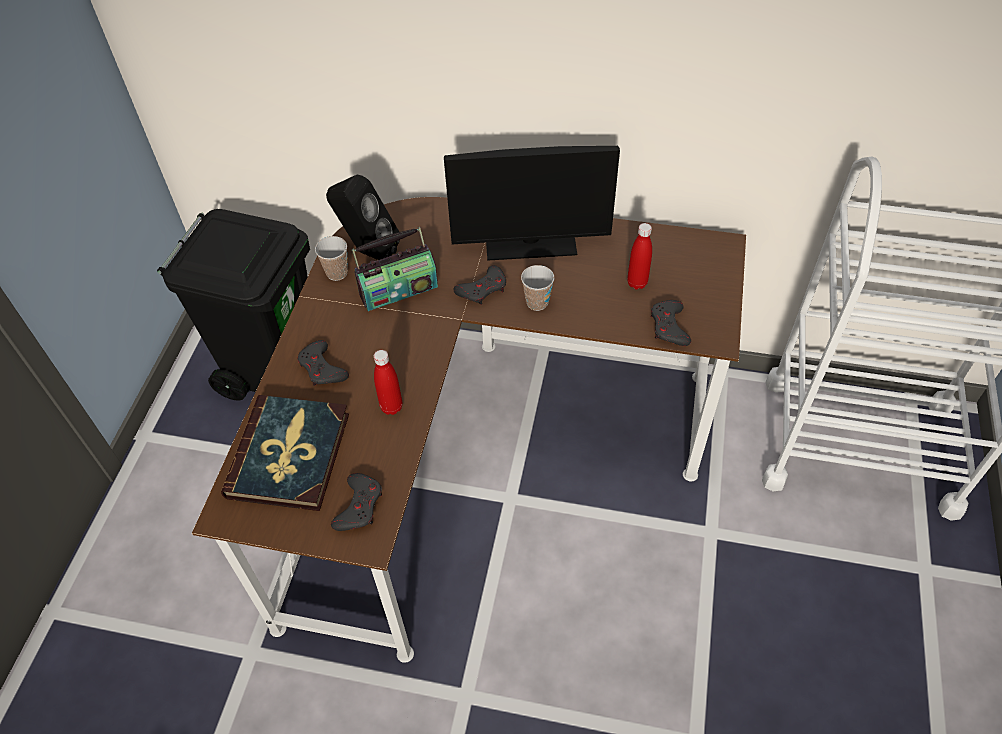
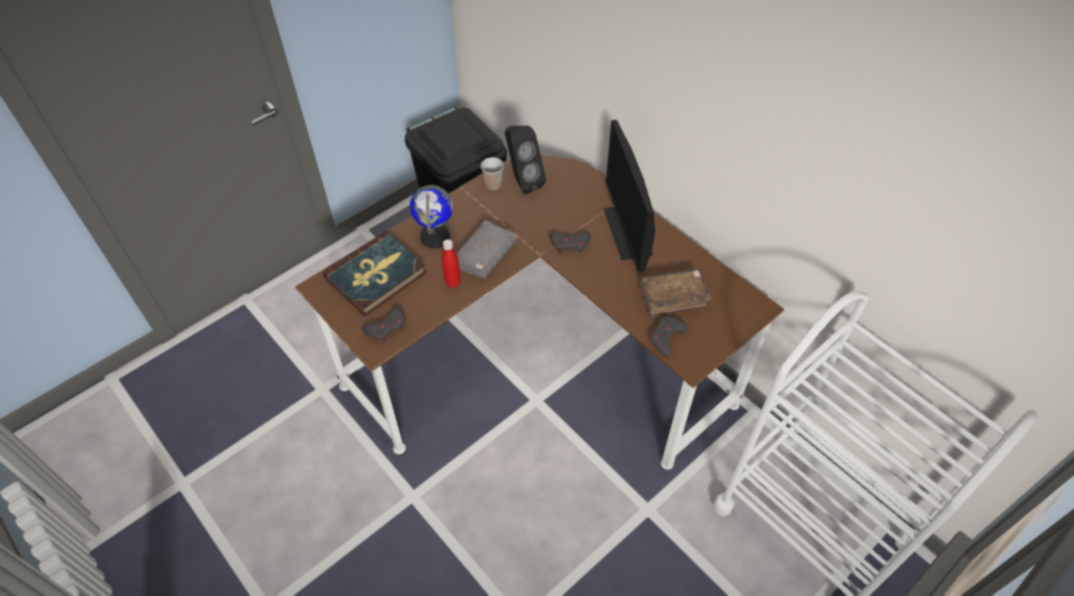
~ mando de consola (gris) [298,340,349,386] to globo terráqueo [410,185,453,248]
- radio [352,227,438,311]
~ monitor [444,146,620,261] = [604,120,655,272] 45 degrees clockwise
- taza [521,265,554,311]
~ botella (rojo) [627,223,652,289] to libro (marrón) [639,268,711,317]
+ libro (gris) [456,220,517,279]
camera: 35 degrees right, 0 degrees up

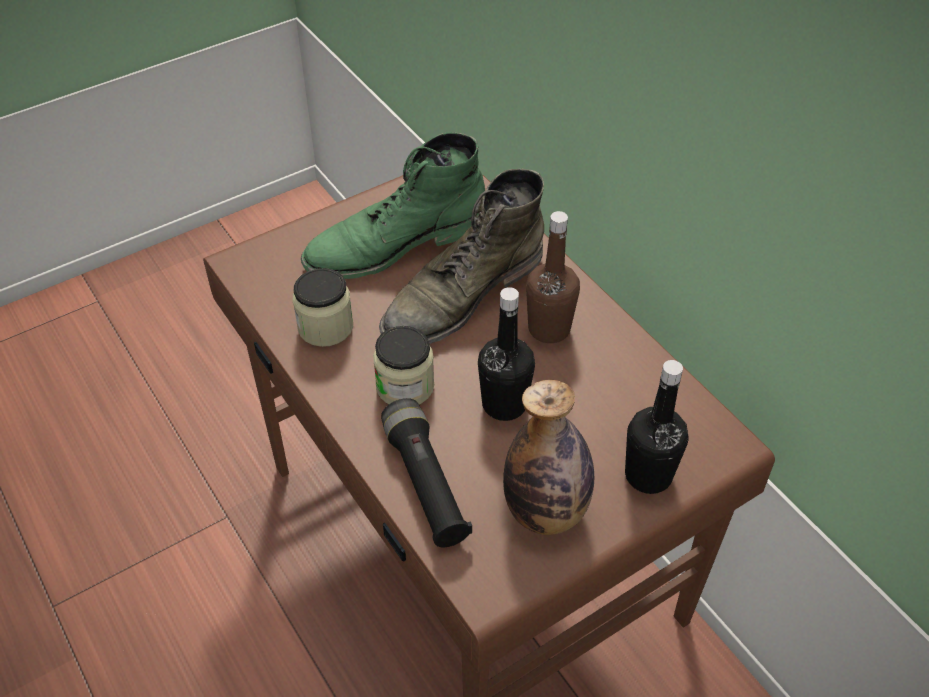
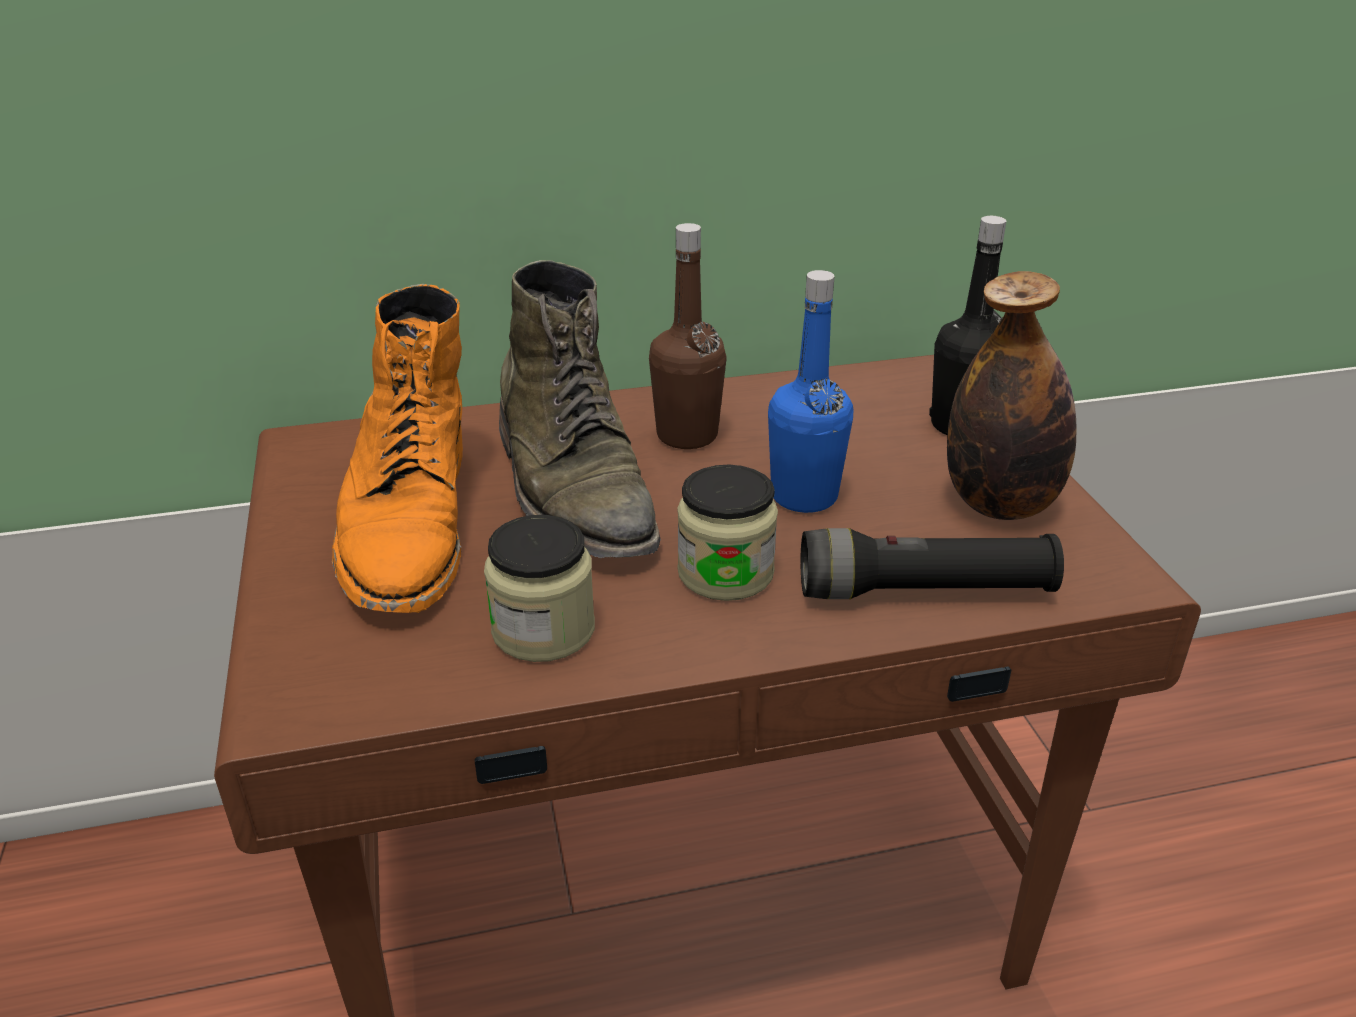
~ bota (verde) [301,132,485,279] to bota (naranja) [332,284,463,613]
~ botella (negro) [478,287,535,421] to botella (azul) [768,270,853,513]
camera: 70 degrees left, 15 degrees down

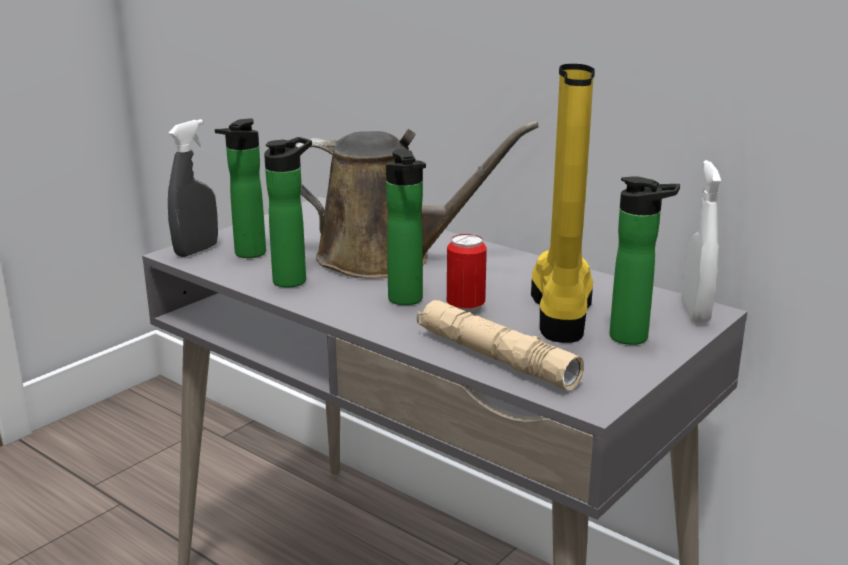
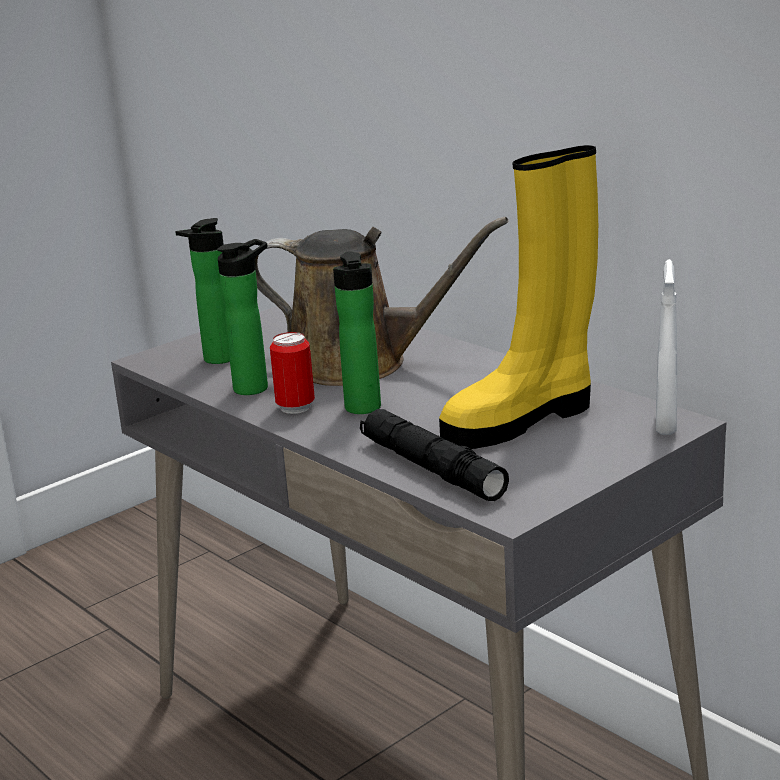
- pulverizador (gris) [168,119,218,257]
~ linterna (beis) [416,300,584,390] to linterna (negro) [360,409,509,501]
~ lata [447,234,487,314] to [270,332,315,414]
~ bota (amarillo) [531,64,595,343] = [439,145,598,449] 135 degrees counterclockwise
- botella [610,176,680,345]
camera: 10 degrees right, 0 degrees up

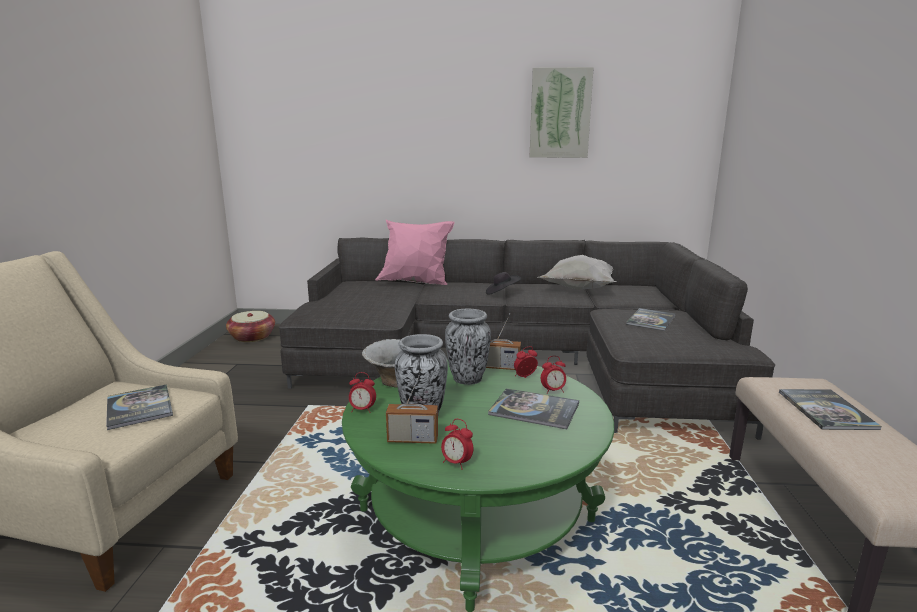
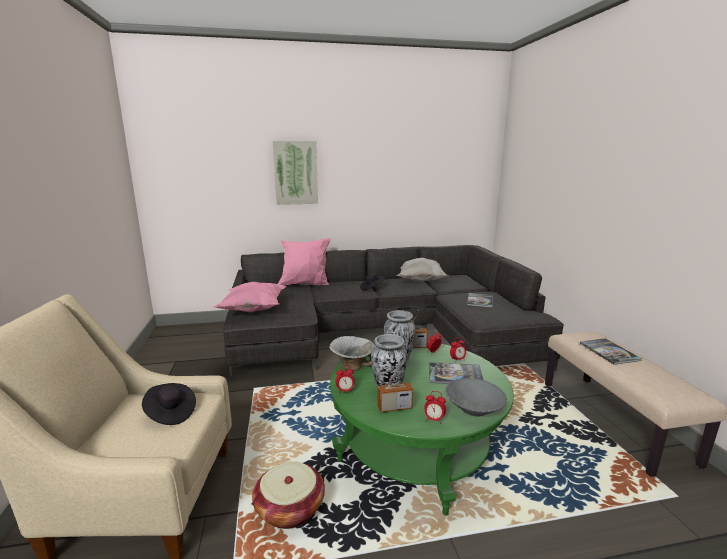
~ libro [106,384,173,430] to sombrero (negro) [142,383,196,425]
~ cesta [226,311,275,342] to [252,461,325,529]
~ cuadro [530,67,594,158] to [273,141,318,205]
+ cojín (rosa) [212,282,287,312]
+ cuenco (gris) [445,378,507,417]
camera: 15 degrees left, 0 degrees up

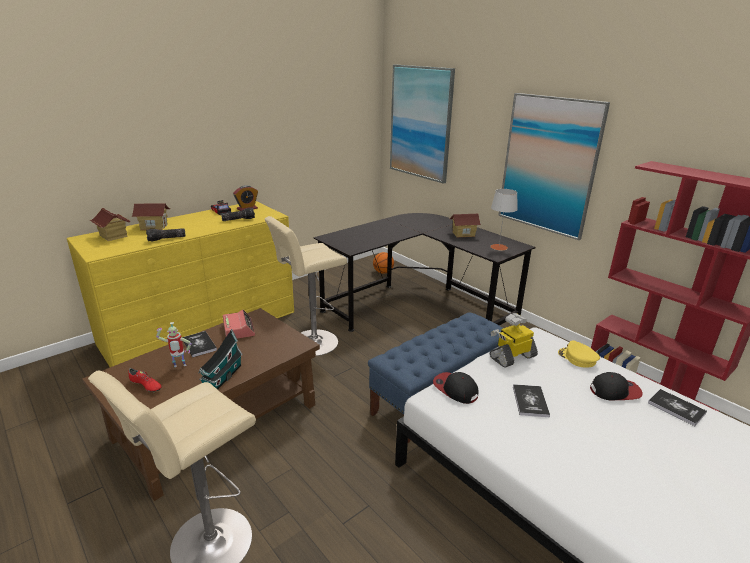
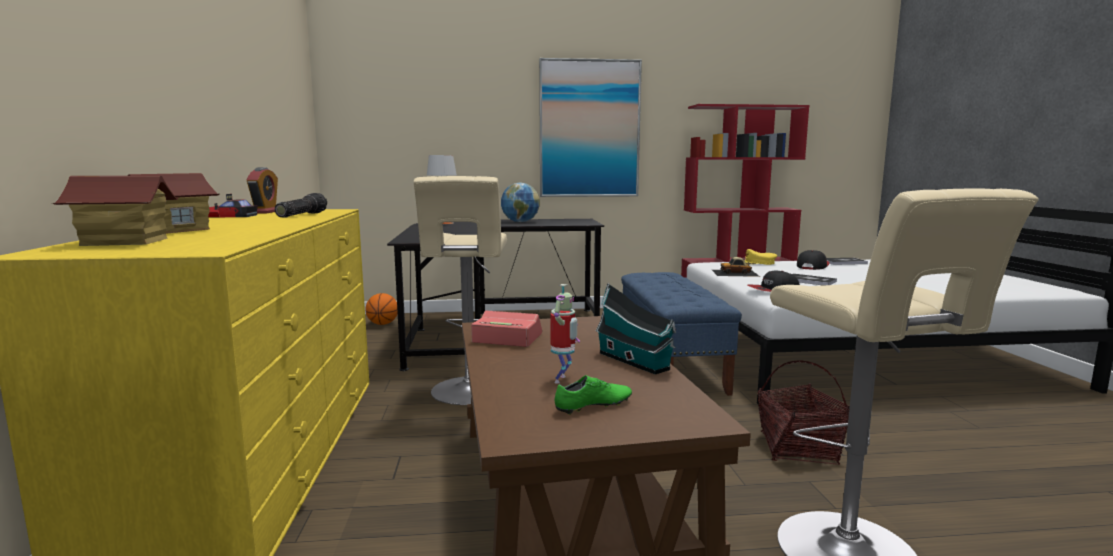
~ zapato (rojo) [128,368,162,392] to zapato (verde) [555,375,632,415]
- linterna [146,228,185,241]
- libro [182,331,217,358]
- cuadro [390,65,455,184]
~ casita [449,214,481,237] to globo terráqueo [501,182,540,222]
~ robot de juguete [489,313,538,367] to coche de juguete [712,257,760,277]
~ lámpara de mesa (gris) [490,189,518,251] to [427,155,457,224]
+ cesta [758,360,849,465]
camera: 55 degrees left, 15 degrees down

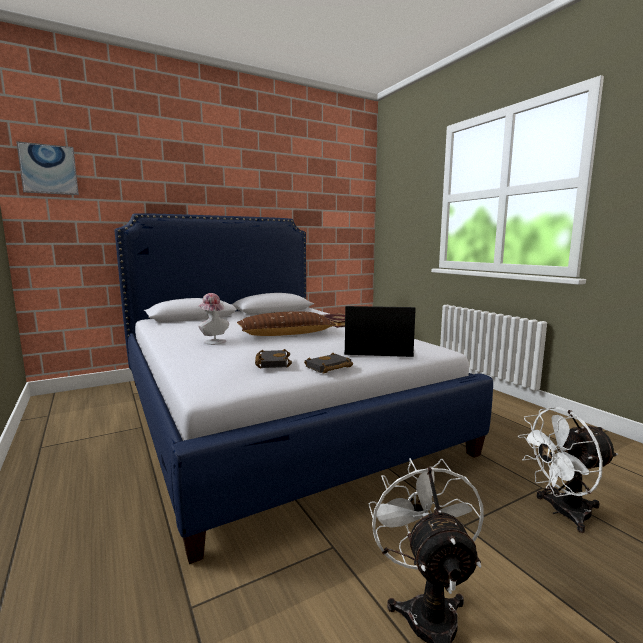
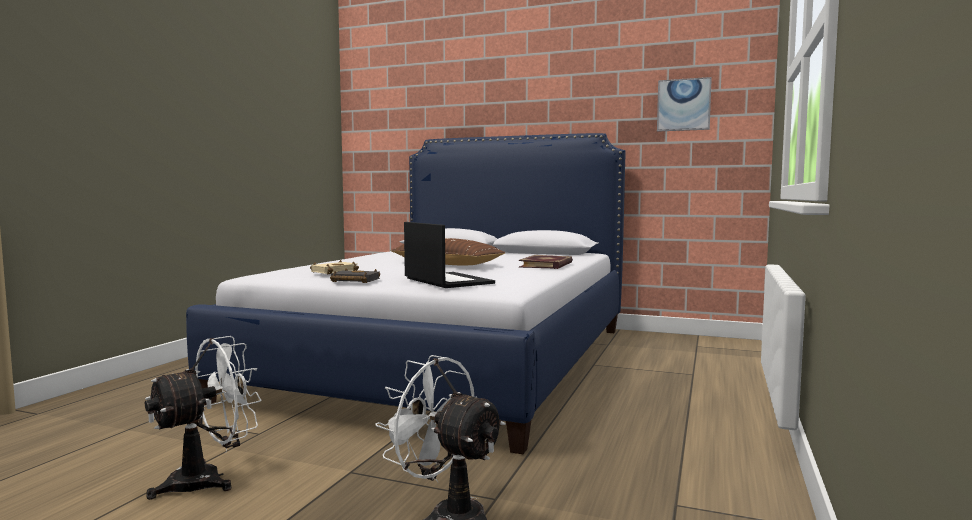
~ cuadro [16,141,79,195] to [657,77,712,132]
- sombrero [198,293,229,345]
~ libro (negro) [255,349,292,368] to libro (beis) [310,260,359,274]
camera: 50 degrees right, 5 degrees down

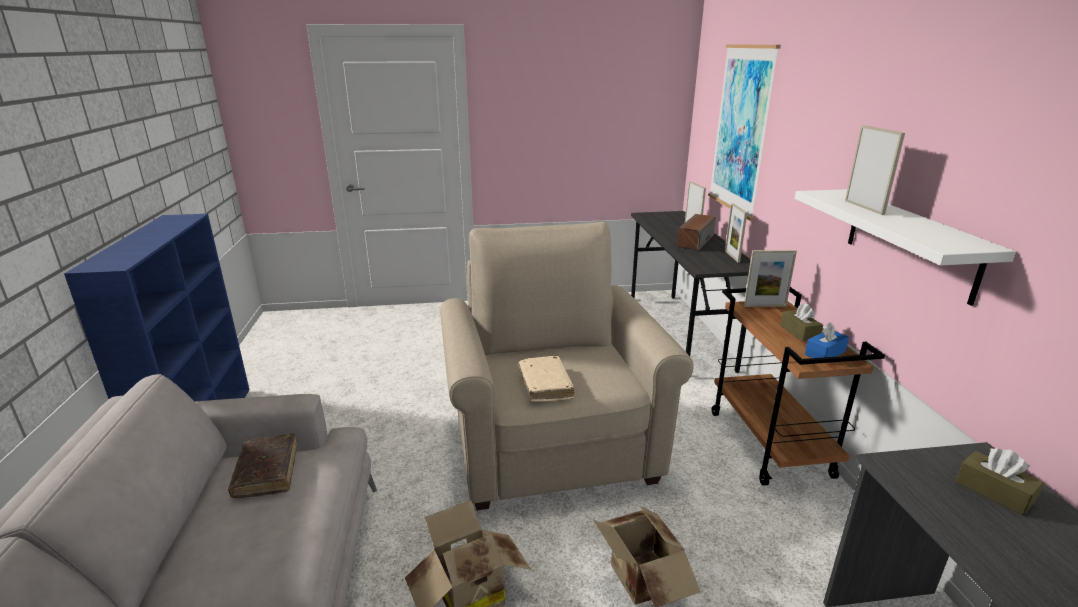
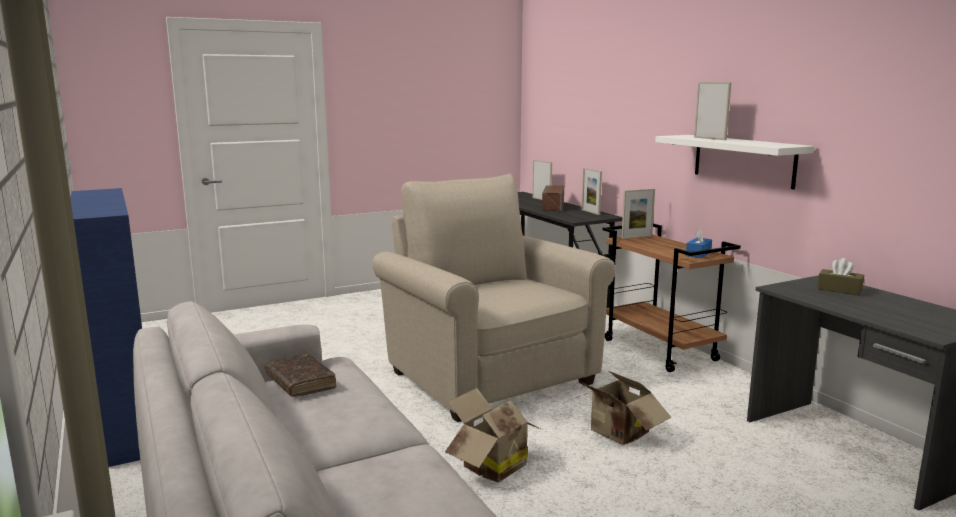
- libro (beis) [518,356,574,402]
- cuadro [708,44,781,221]
- caja de pañuelos (marrón) [780,303,823,342]
camera: 20 degrees left, 10 degrees down

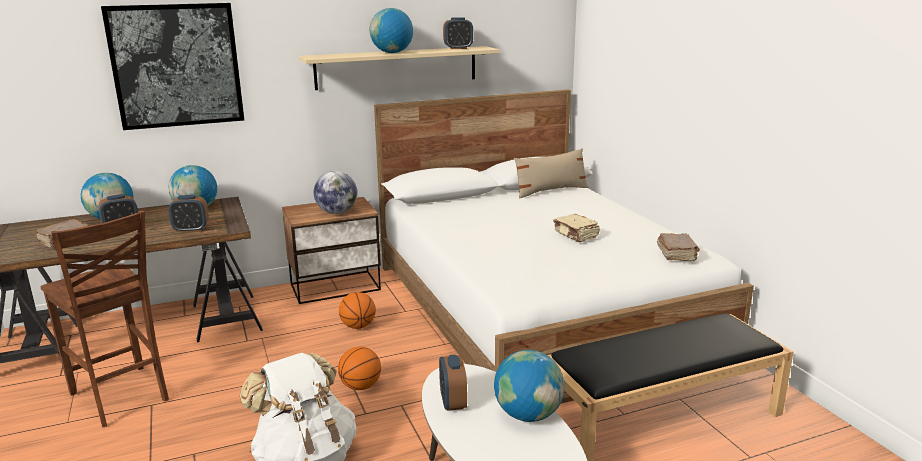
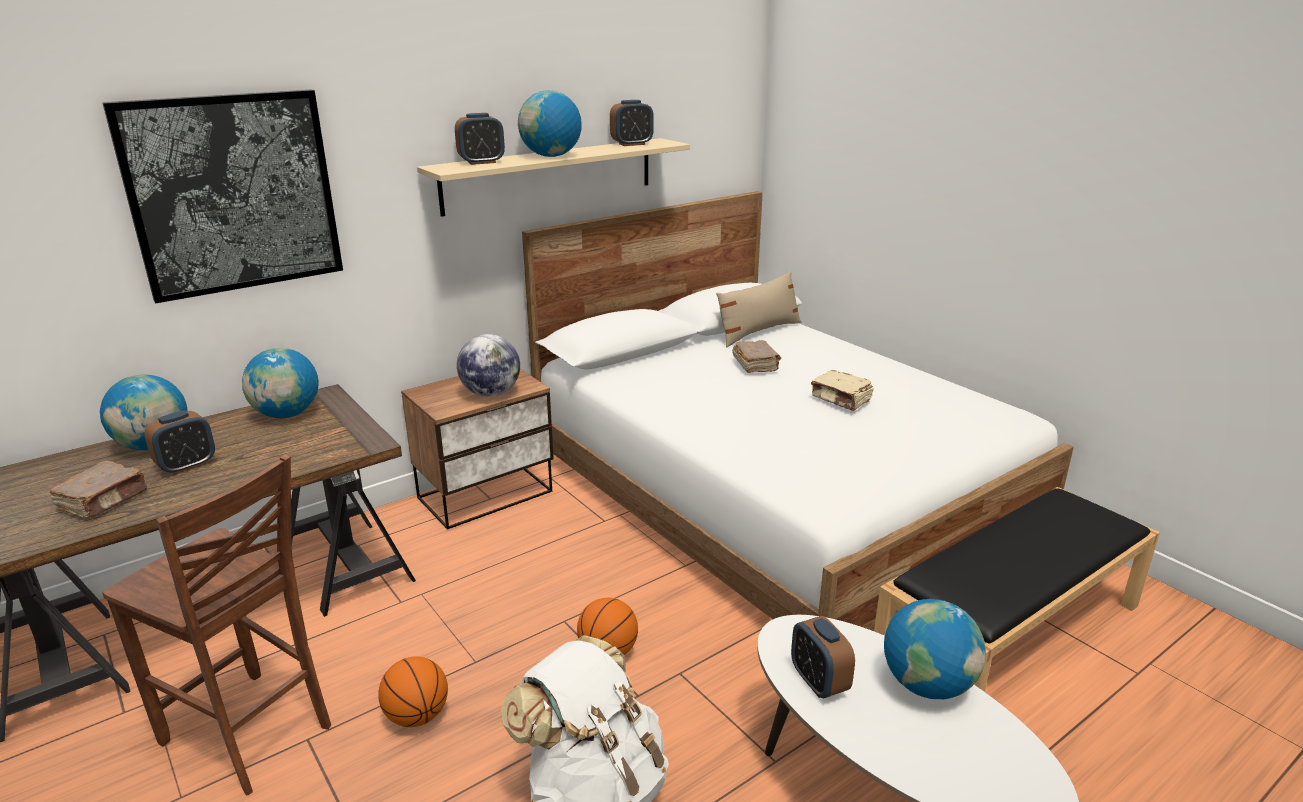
~ despertador [168,195,209,233] to [455,113,505,165]
~ balón de baloncesto [339,292,376,329] to [378,656,448,727]
~ libro (marrón) [657,233,700,261] to [732,340,781,373]
camera: 15 degrees left, 5 degrees up

